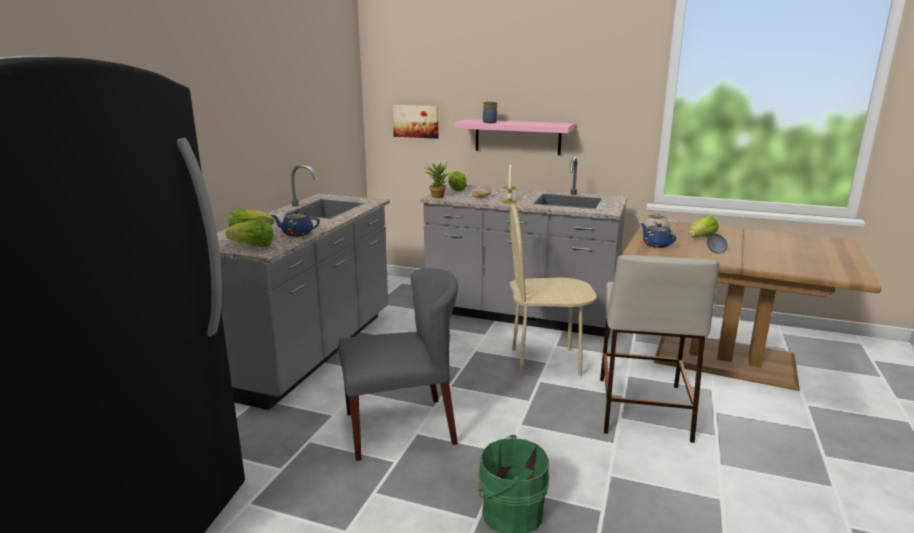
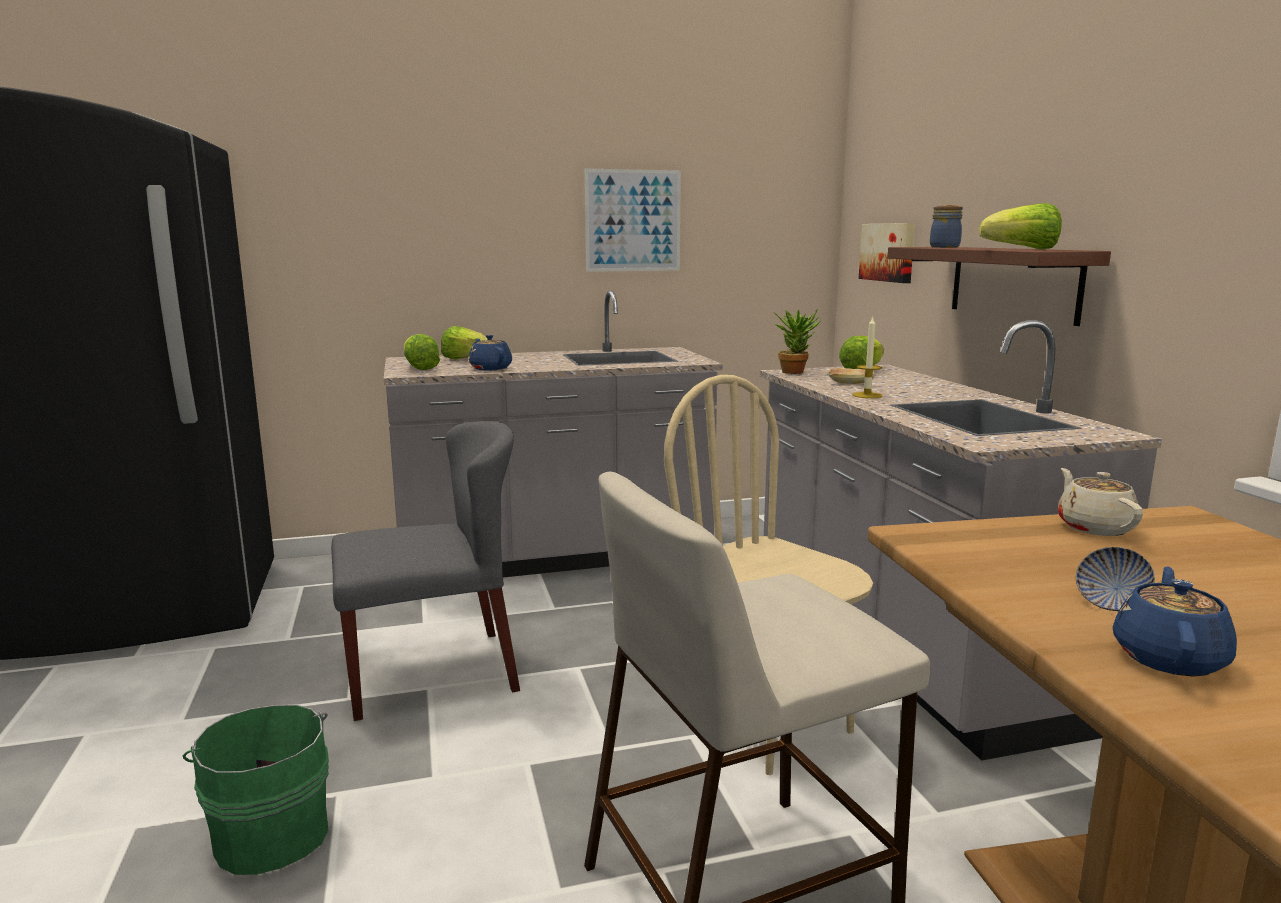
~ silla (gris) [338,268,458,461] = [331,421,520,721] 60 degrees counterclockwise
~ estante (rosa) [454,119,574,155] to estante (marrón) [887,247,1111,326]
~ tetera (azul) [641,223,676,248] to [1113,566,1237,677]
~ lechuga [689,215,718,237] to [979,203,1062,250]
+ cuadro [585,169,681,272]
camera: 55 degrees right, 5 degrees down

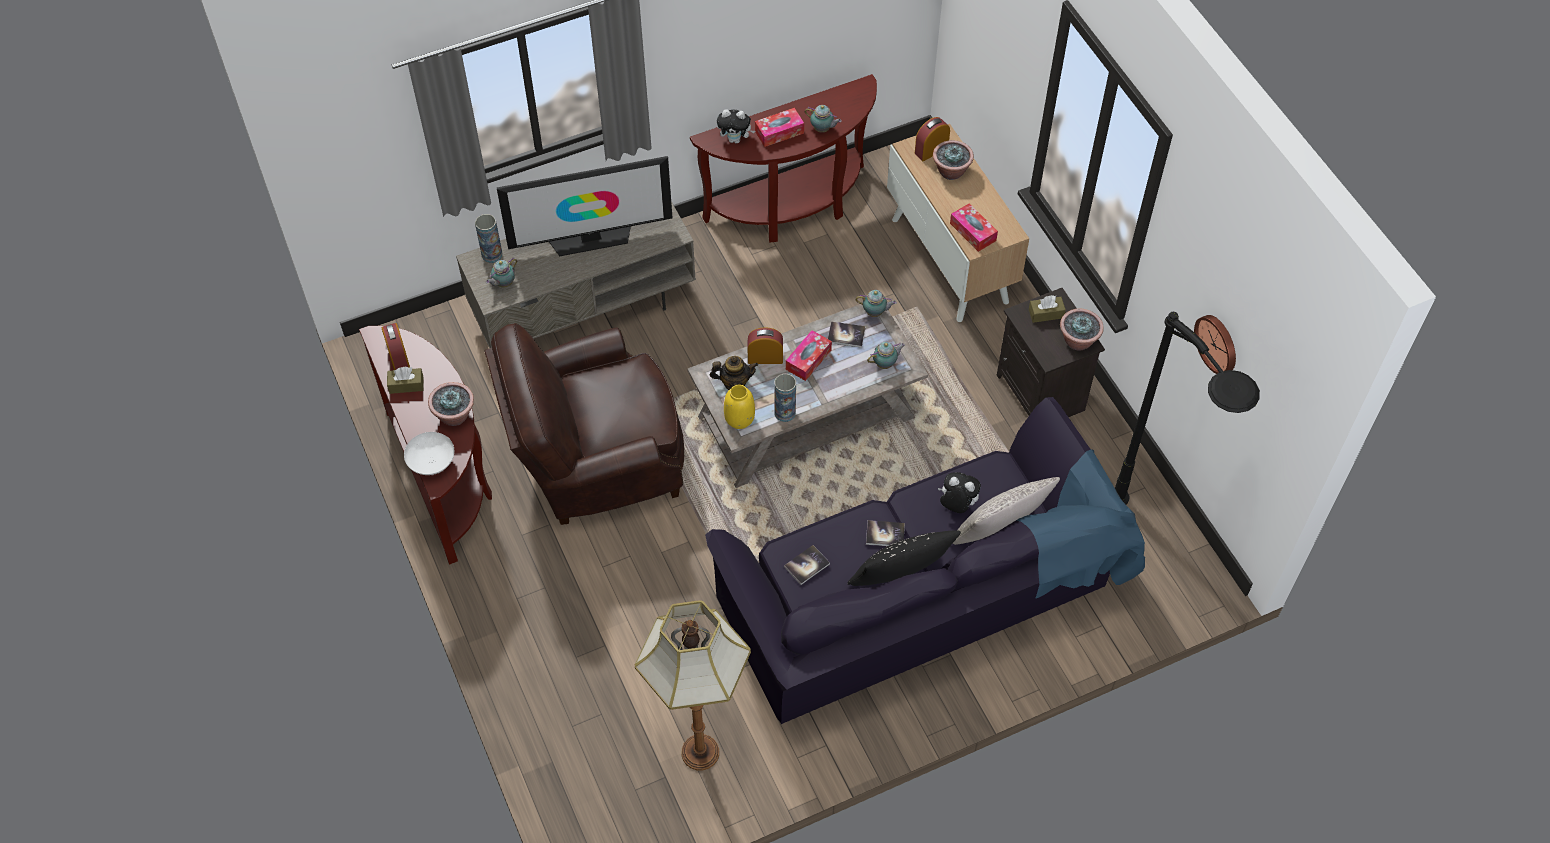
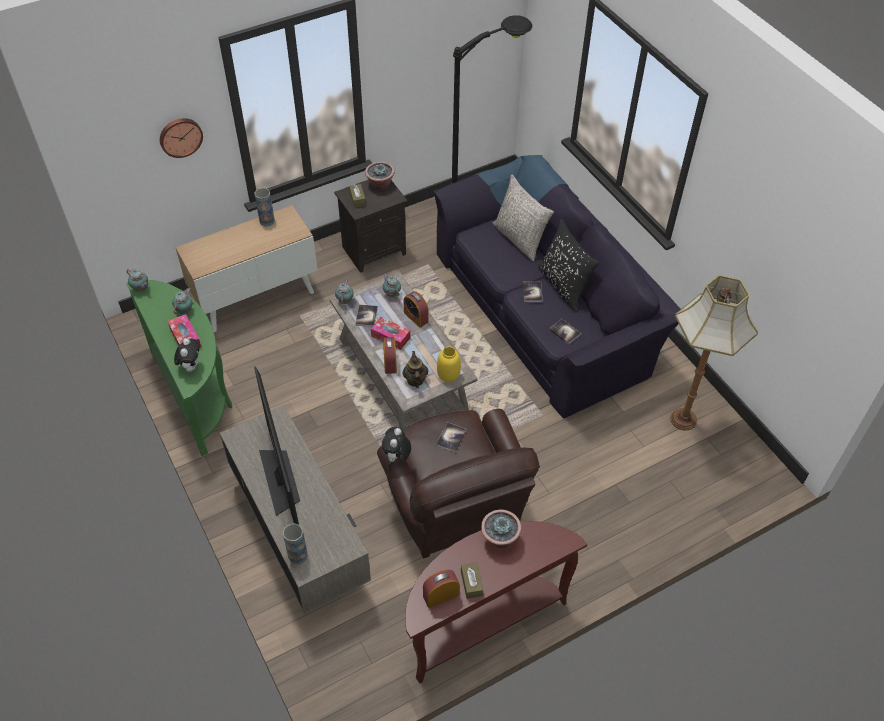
- cuenco (blanco) [404,432,454,475]
~ tetera [486,258,517,288] to [127,269,149,291]
~ mesa consola (marrón) [690,74,877,243] to mesa consola (verde) [126,280,232,456]
~ florero [774,374,796,422] to [255,188,275,227]
~ despertador [915,117,950,161] to [404,291,429,328]
- planta en maceta [933,140,974,180]
~ peluche [938,472,981,513] to [382,427,411,462]
- caja de pañuelos [950,203,998,252]
~ reloj de pared [1194,315,1236,374] to [160,118,203,158]
+ libro [436,422,467,453]
camera: 95 degrees left, 5 degrees down

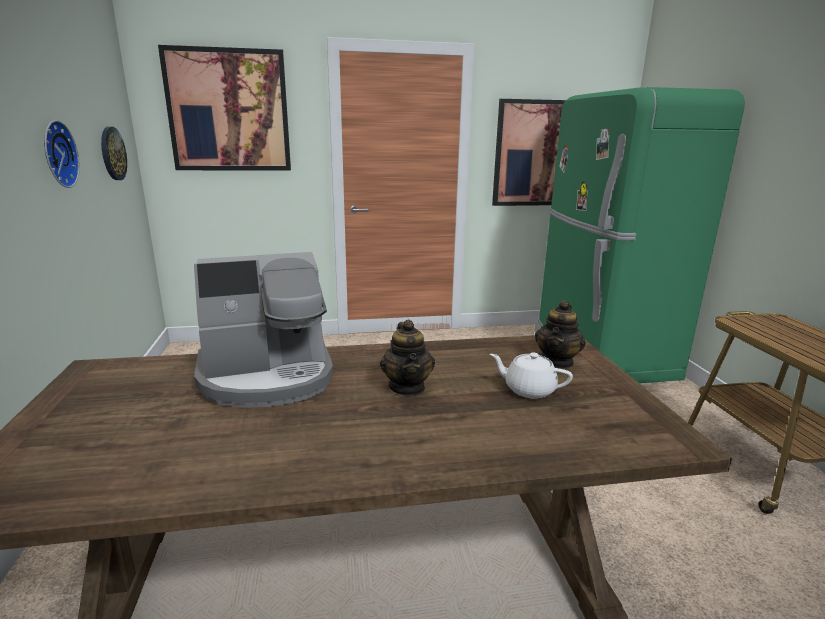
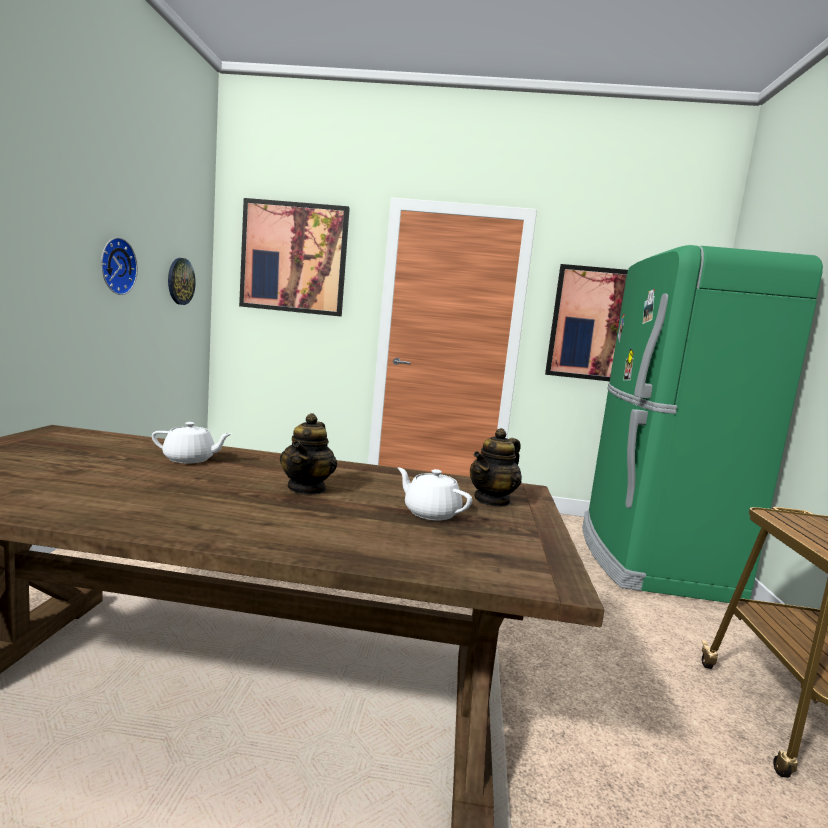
~ cafetera [194,252,333,408] to tetera (blanco) [152,422,232,463]
camera: 15 degrees right, 10 degrees down

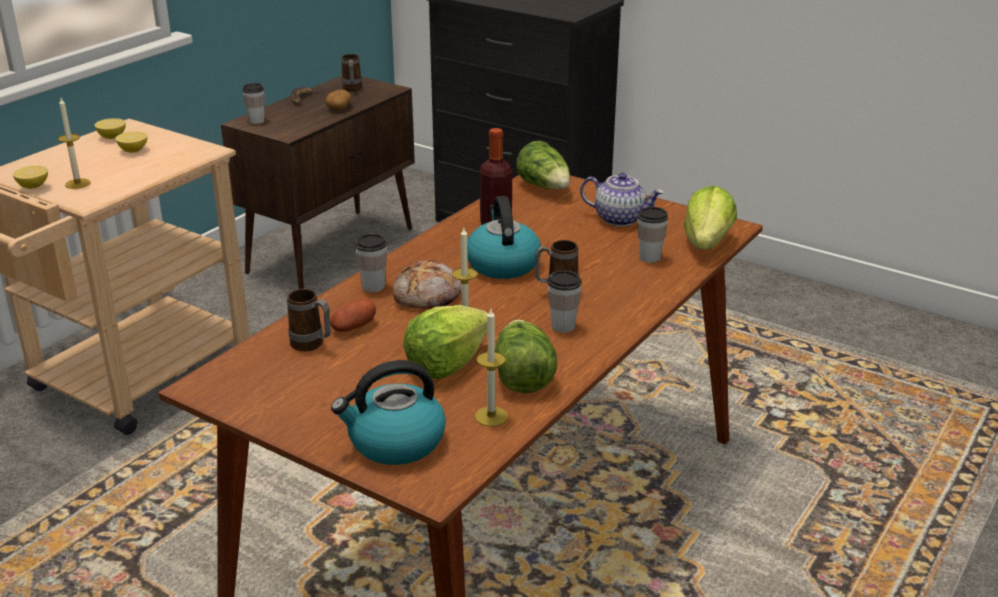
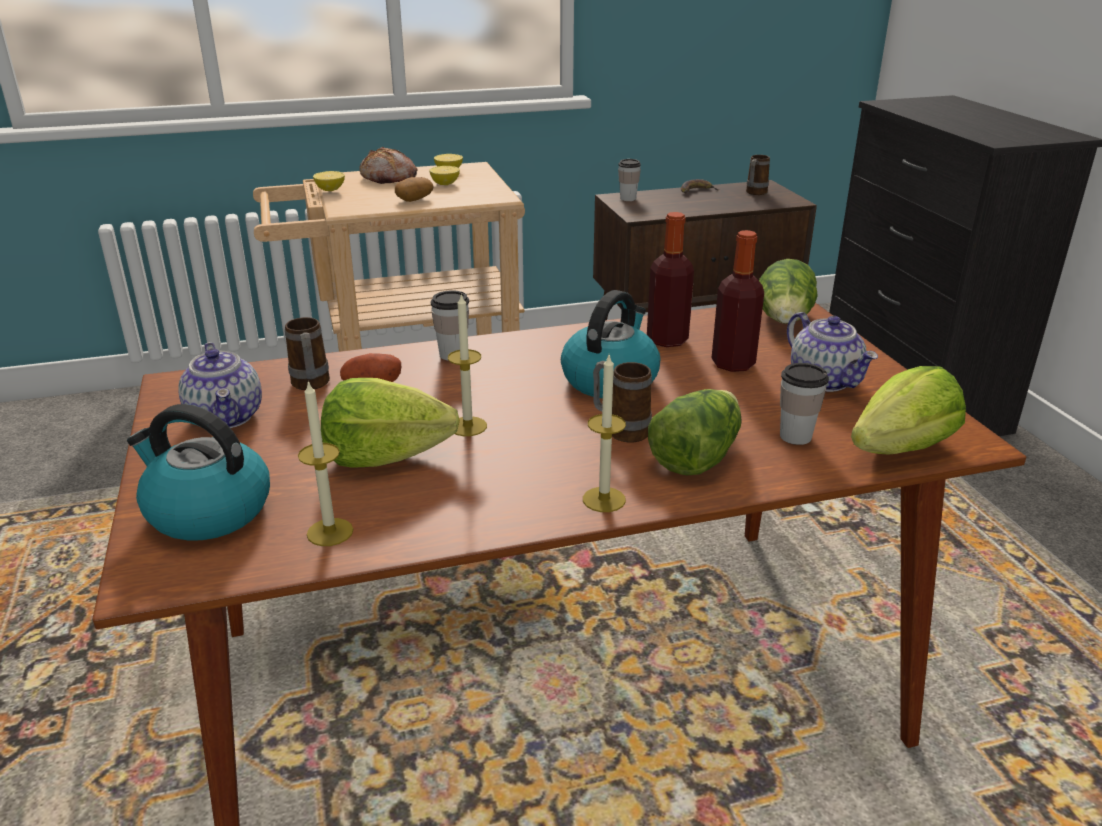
~ vela [58,98,90,189] to [583,355,626,512]
~ patata [326,89,351,110] to [395,177,434,202]
~ pan [392,260,461,309] to [359,147,418,184]
~ lechuga [495,320,558,393] to [648,389,742,476]
- taza [547,271,582,333]
+ tetera [178,342,262,428]
+ botella [712,230,764,372]
camera: 40 degrees right, 0 degrees up

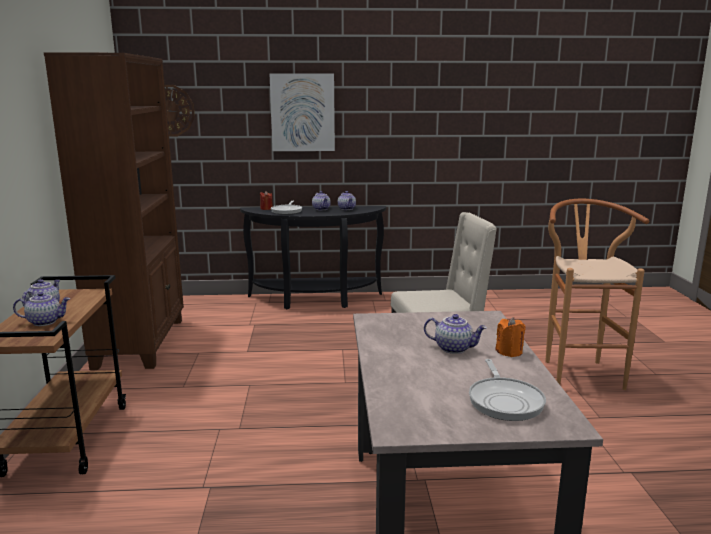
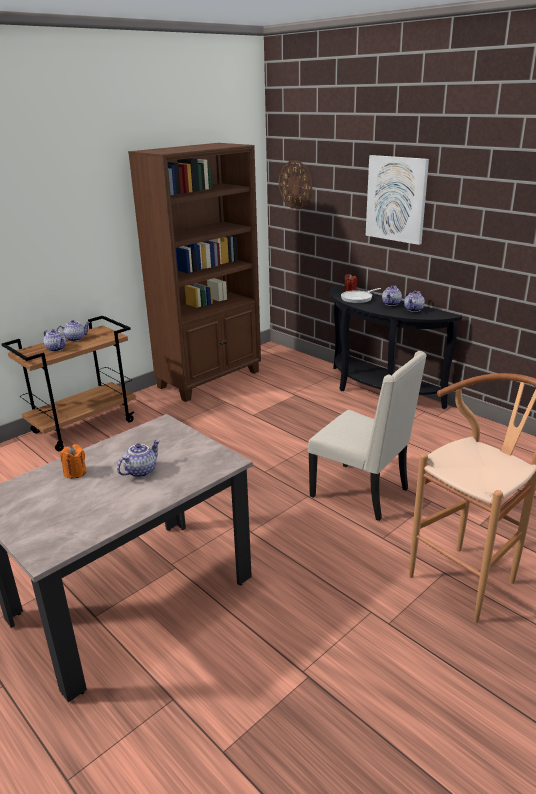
~ tetera [424,314,487,354] = [117,440,160,477] 120 degrees counterclockwise
- sartén [469,359,546,421]
~ vela (naranja) [496,317,526,357] to [60,444,86,479]
camera: 50 degrees right, 10 degrees up

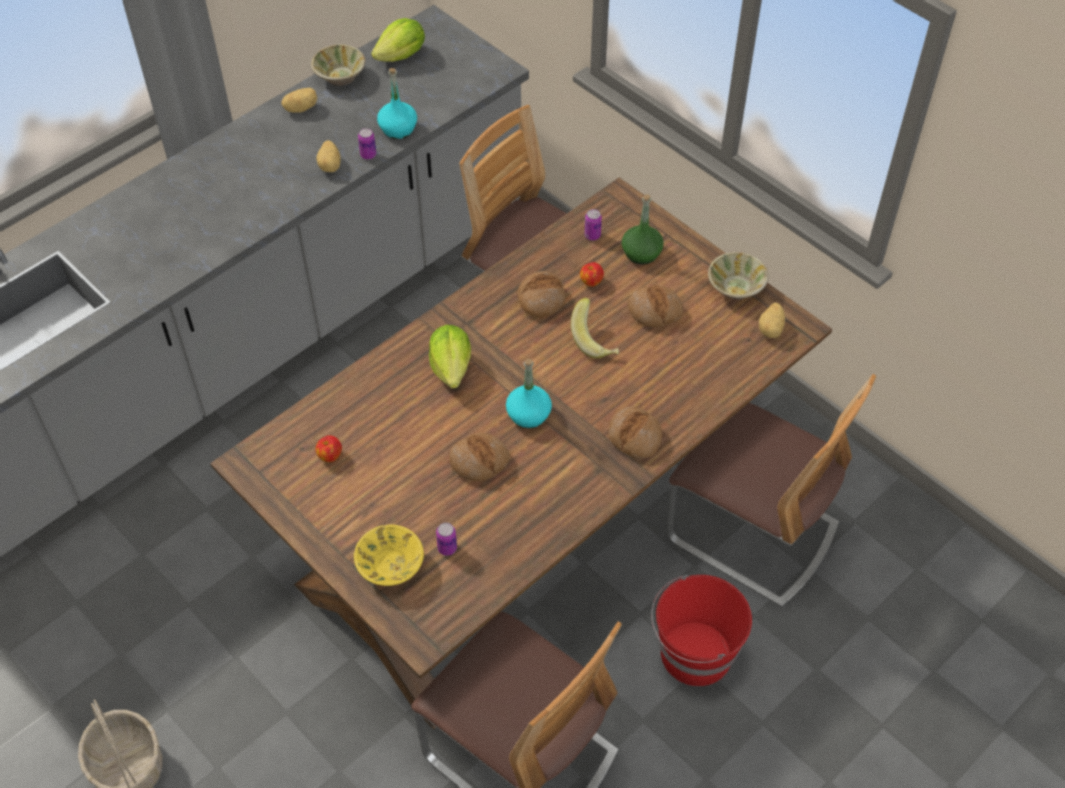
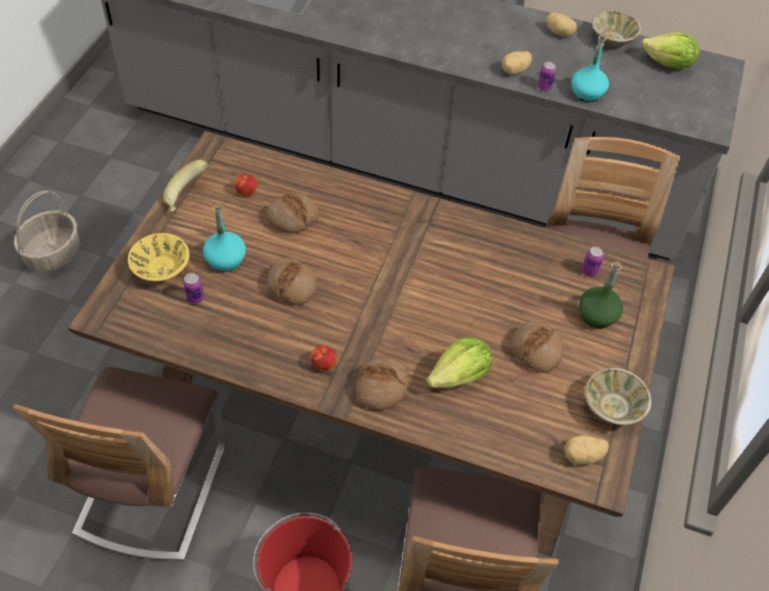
~ lechuga [429,325,471,388] to [427,337,492,388]
~ botella (turquesa) [506,358,552,429] to [203,203,246,272]
~ pan [517,271,565,317] to [266,193,319,233]
~ plátano [571,297,619,359] to [163,160,208,212]
~ manzana [580,262,604,287] to [311,345,337,371]
camera: 60 degrees right, 0 degrees up

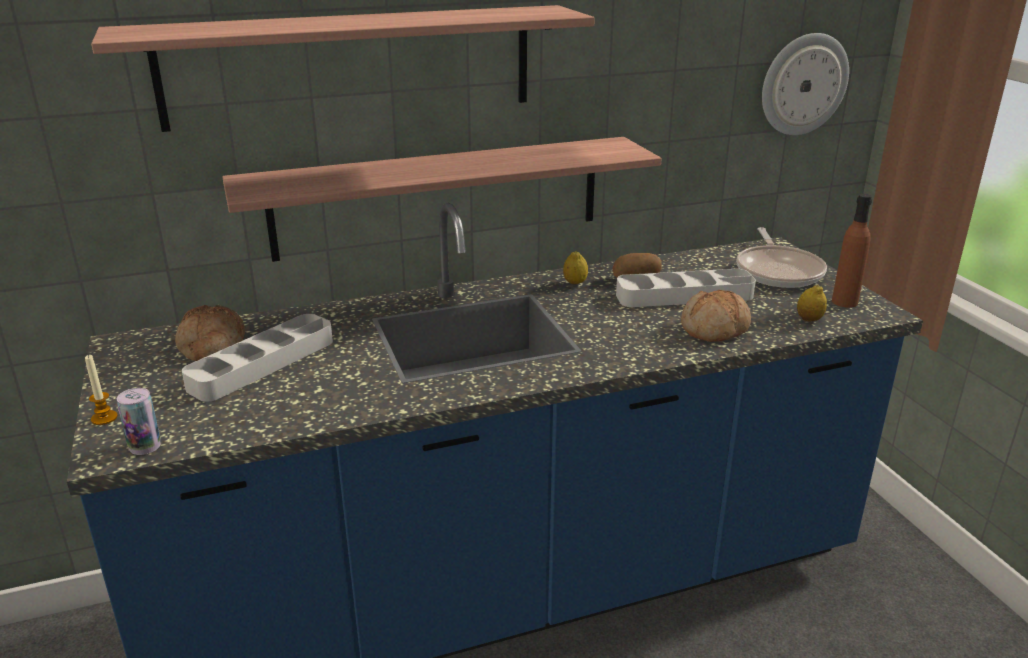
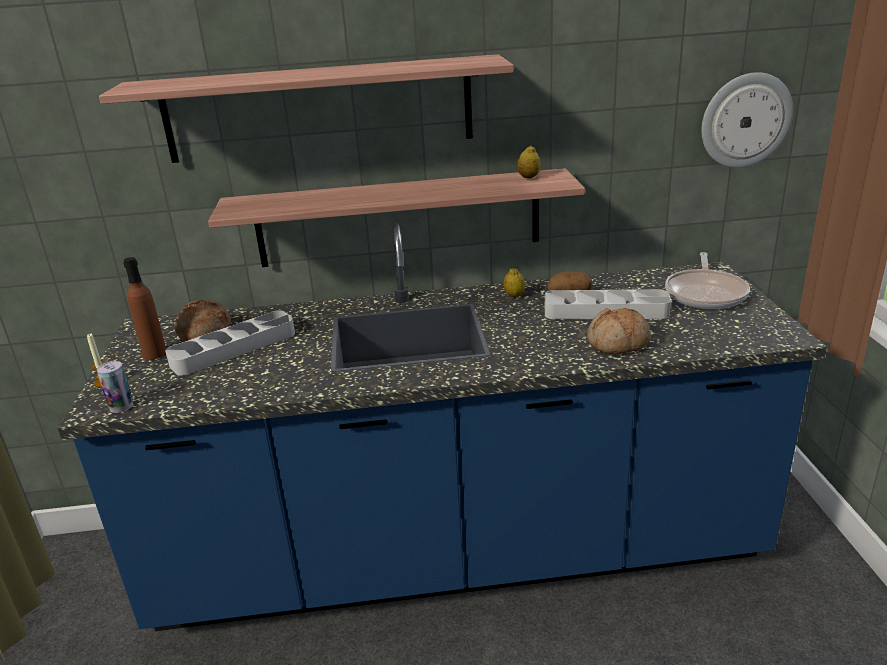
~ limón [797,285,827,321] to [517,146,540,178]
~ botella (marrón) [832,194,872,308] to [123,257,166,359]
camera: 15 degrees right, 0 degrees up

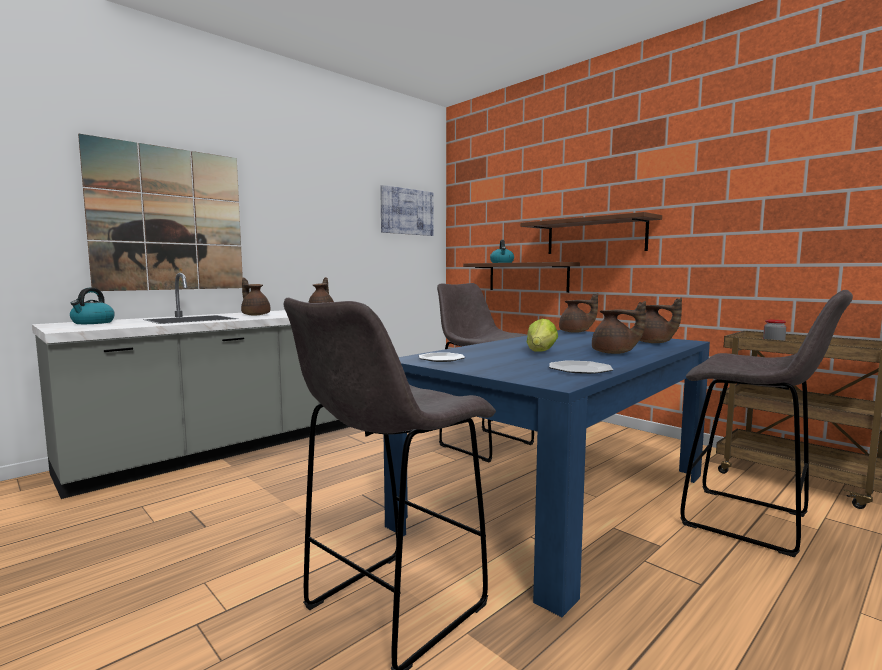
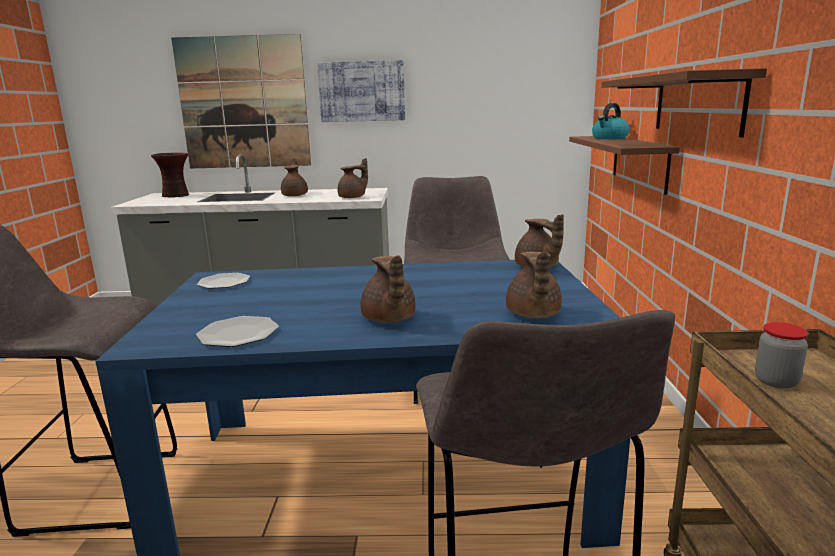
~ hervidor [70,288,115,324] to florero [151,153,189,197]
~ cuadro [380,185,434,236] to [317,60,405,122]
- lechuga [527,319,558,352]
camera: 45 degrees right, 10 degrees up

